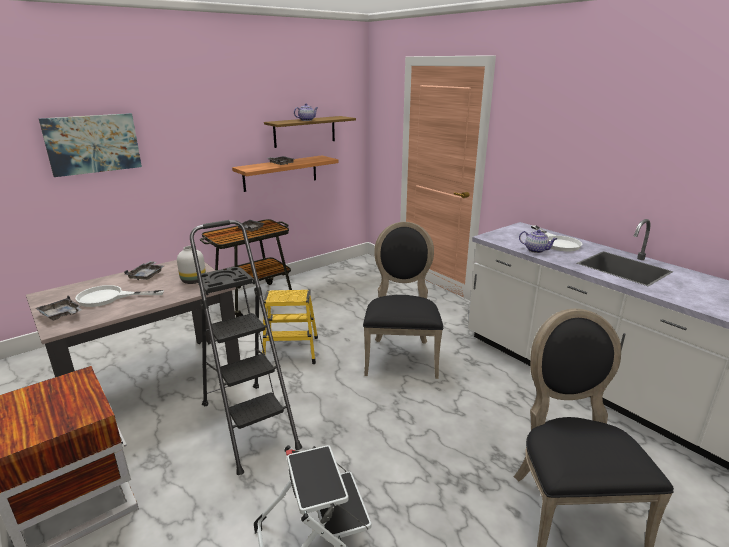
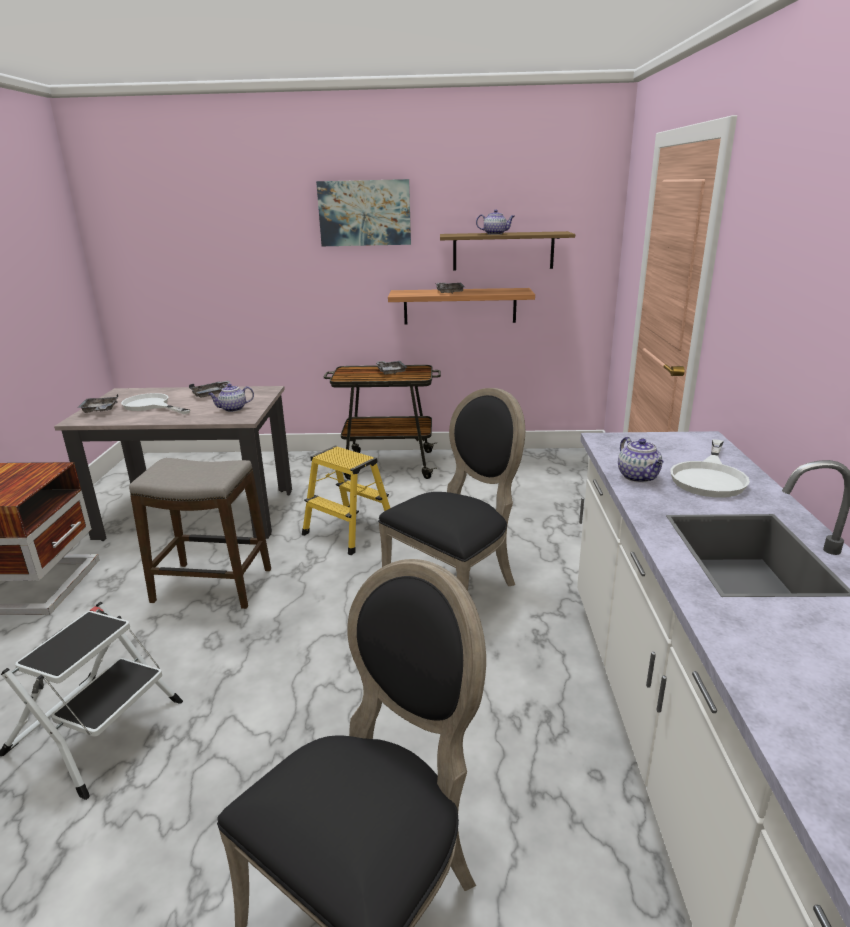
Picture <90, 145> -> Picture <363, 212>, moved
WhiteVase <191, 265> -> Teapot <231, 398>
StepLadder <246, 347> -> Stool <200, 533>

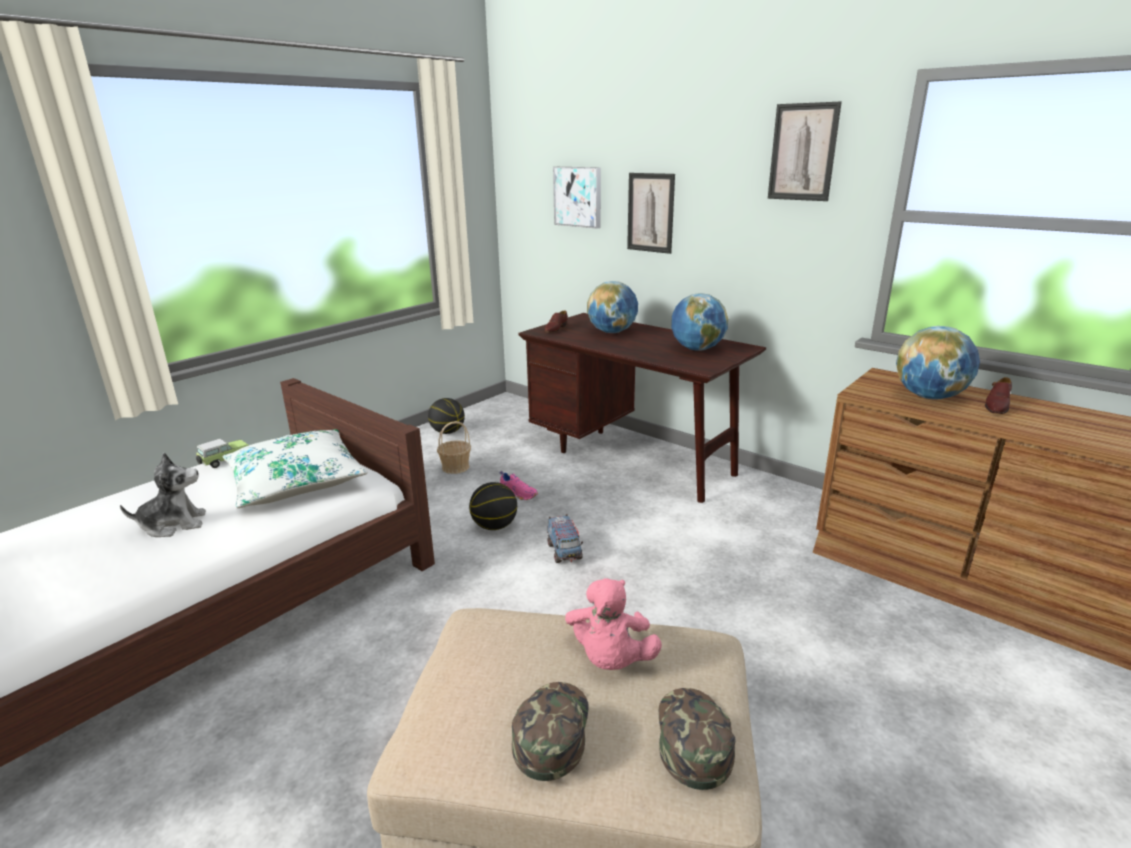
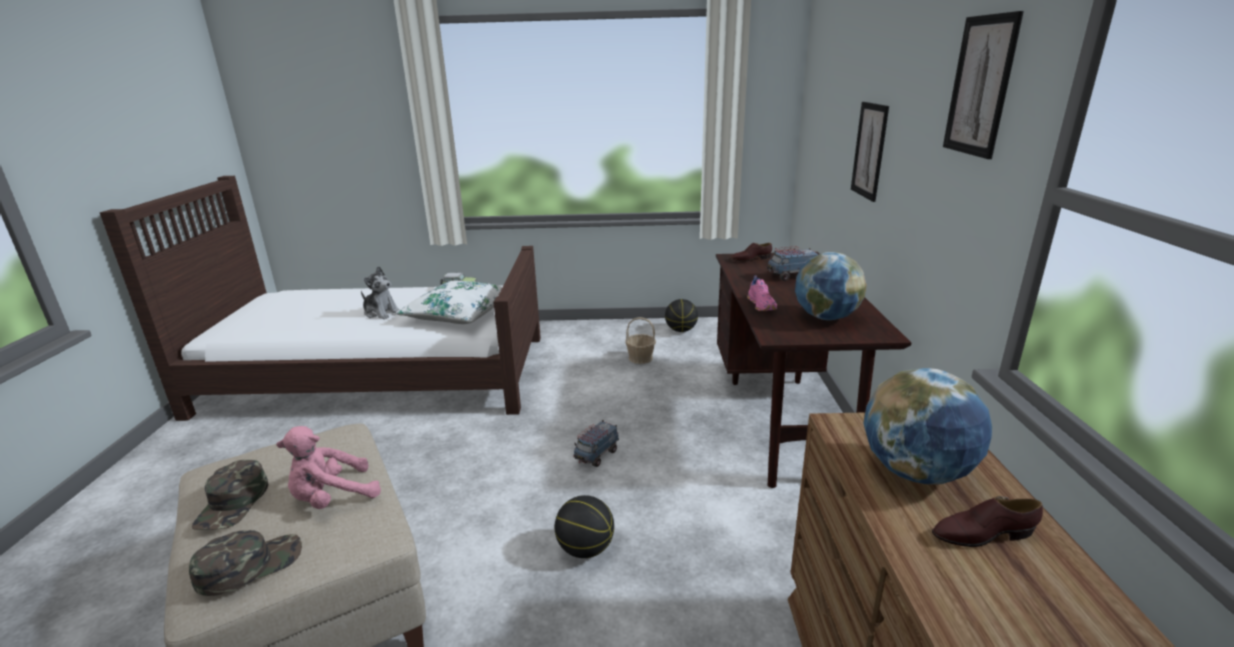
Basketball <493, 506> -> Basketball <584, 526>, moved
PinkShoe <519, 485> -> PinkShoe <762, 293>, moved
GreenCap <550, 731> -> GreenCap <230, 495>, 120 degrees clockwise
Picture <577, 198> -> none
Globe <612, 307> -> ToyTruck <793, 263>

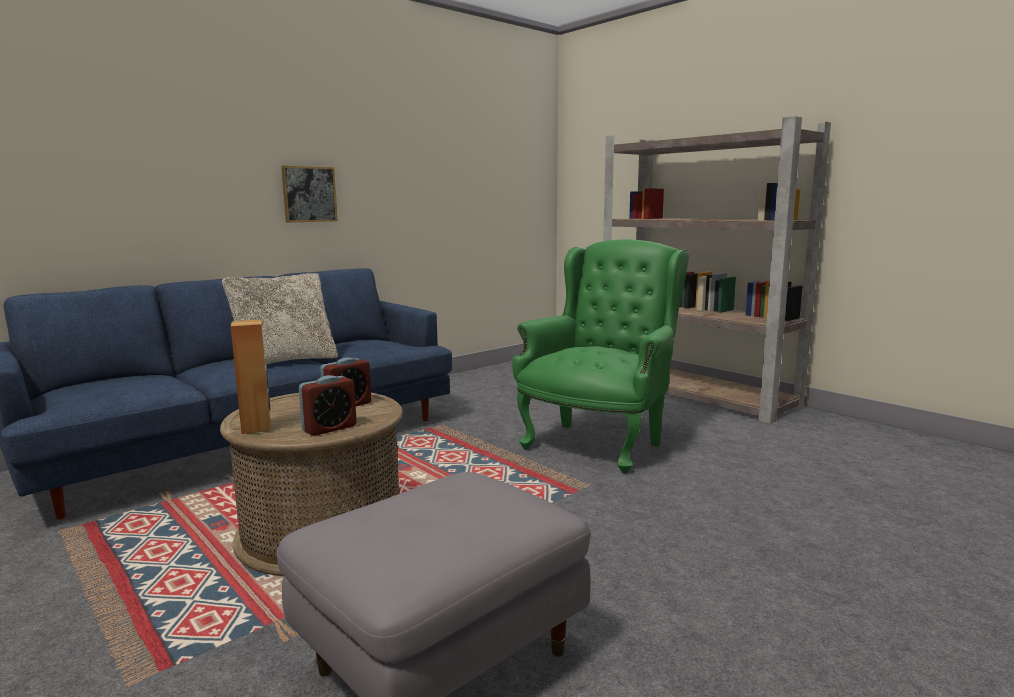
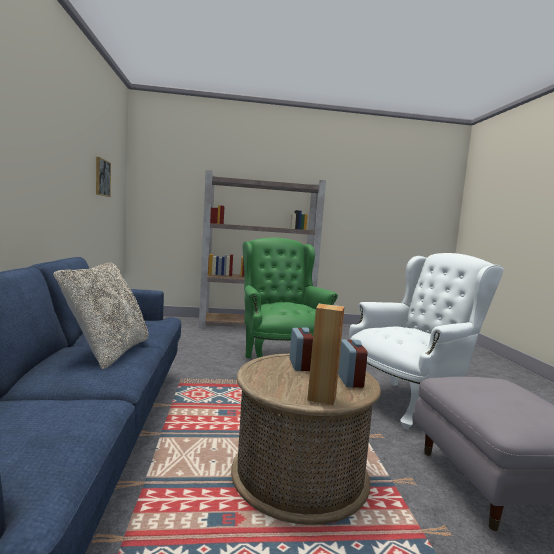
Picture <309, 194> -> Picture <103, 177>, moved
none -> WhiteArmchair <426, 341>

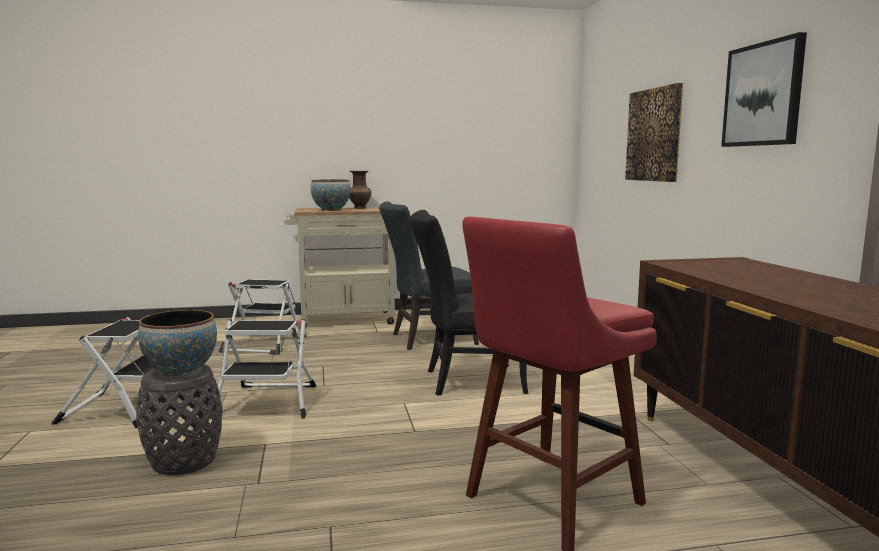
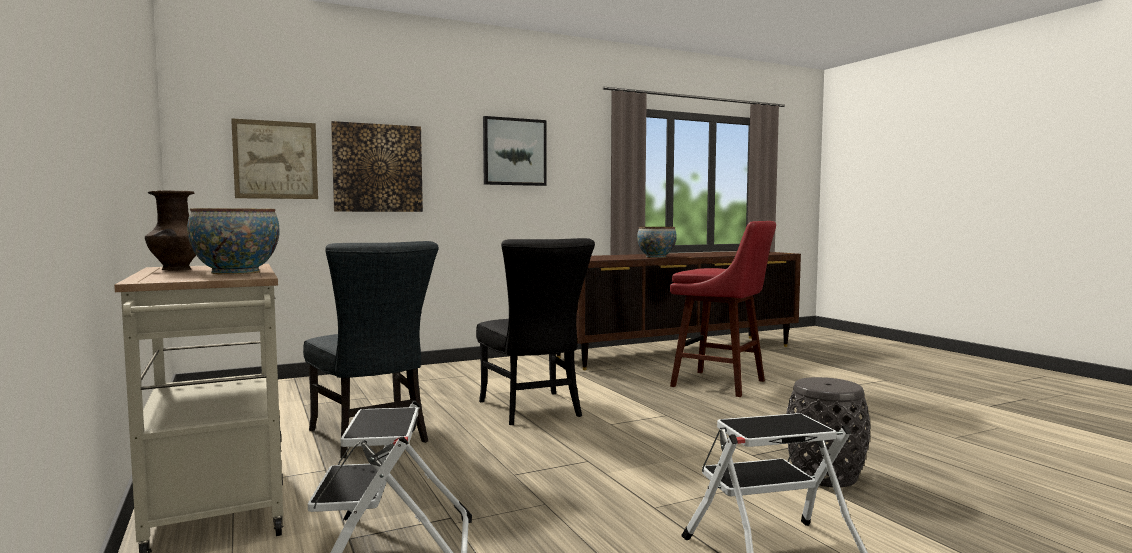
Bowl <177, 344> -> Bowl <657, 242>, moved
StepLadder <266, 368> -> none
none -> Picture <274, 158>

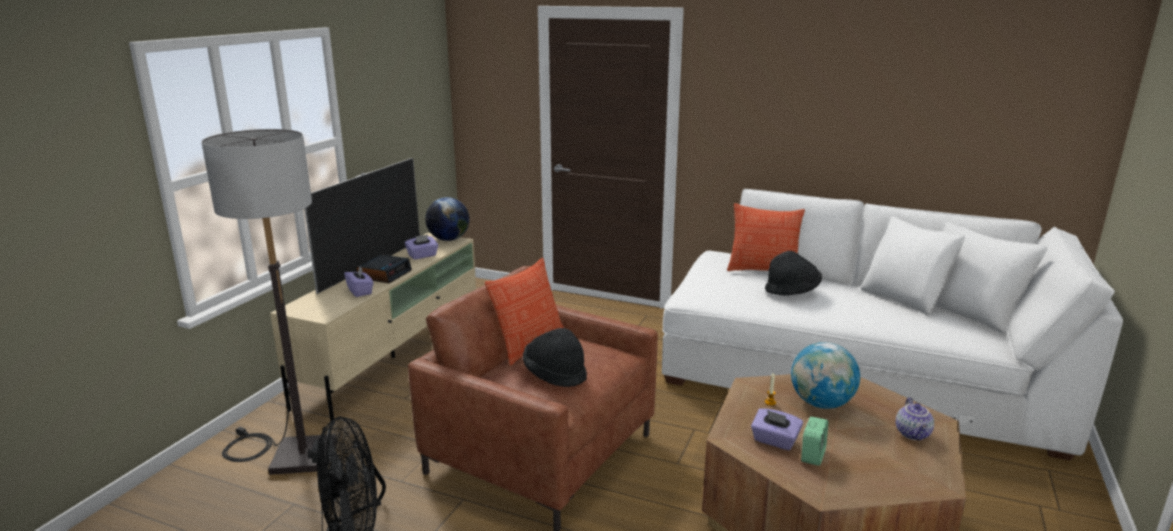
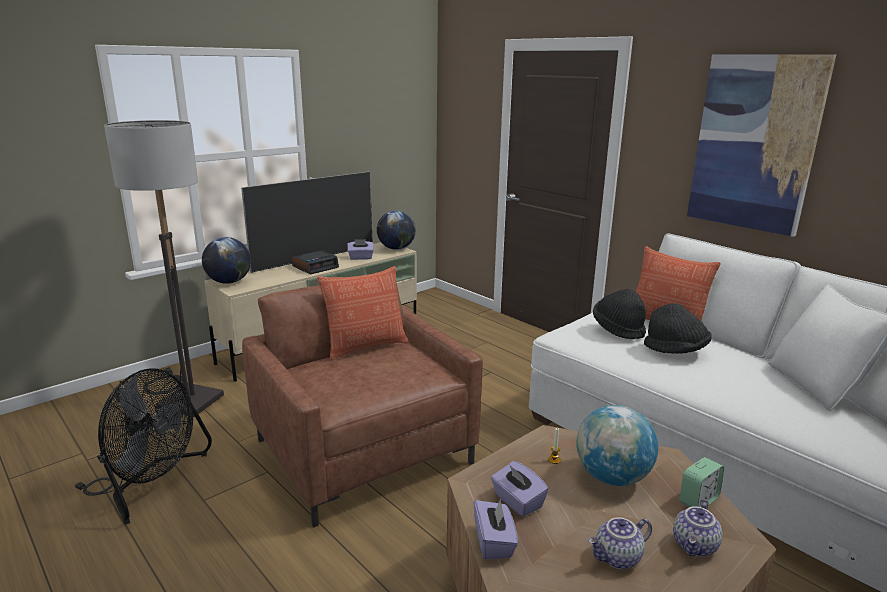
PurpleTissueBox <359, 281> -> PurpleTissueBox <496, 529>, moved
BlackHat <555, 357> -> BlackHat <619, 314>, moved
AlarmClock <815, 441> -> AlarmClock <702, 482>, moved
none -> Globe <226, 260>
none -> Teapot <620, 543>
none -> Picture <761, 145>

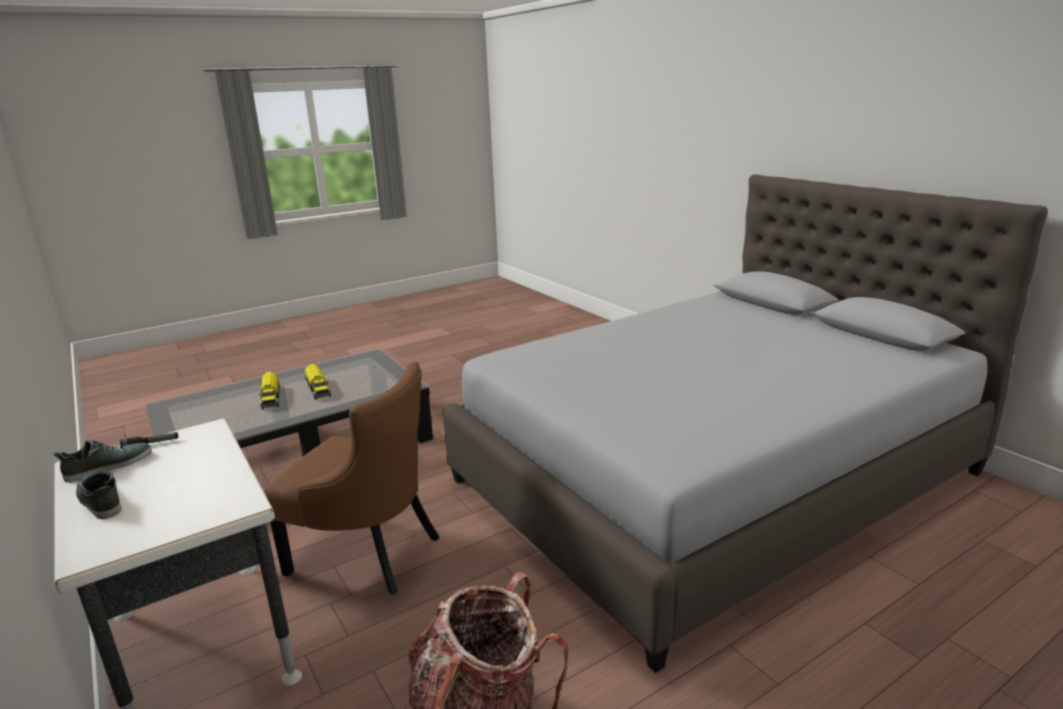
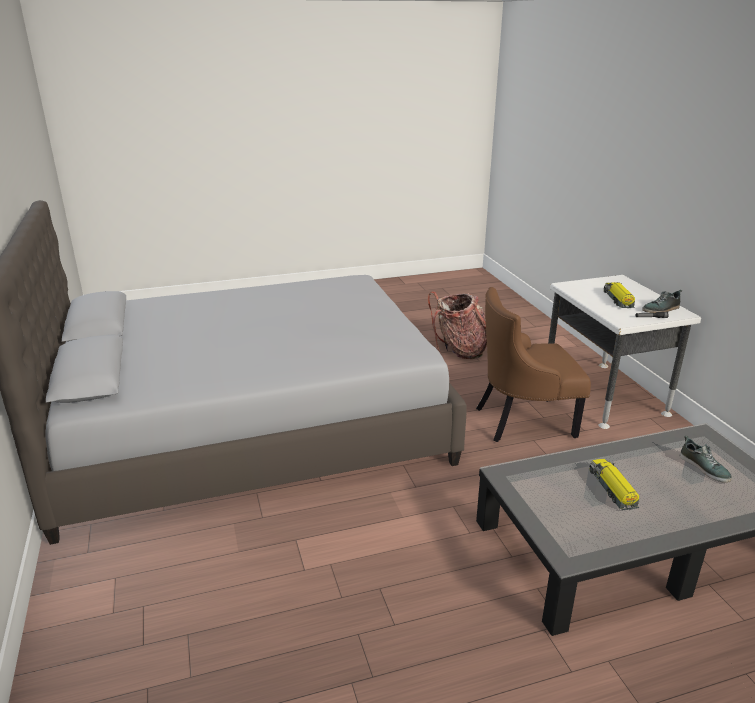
Shoe <99, 495> -> Shoe <706, 459>, moved
ToyTruck <269, 390> -> ToyTruck <619, 295>, moved
BrownChair <351, 478> -> BrownChair <533, 364>, 45 degrees counterclockwise

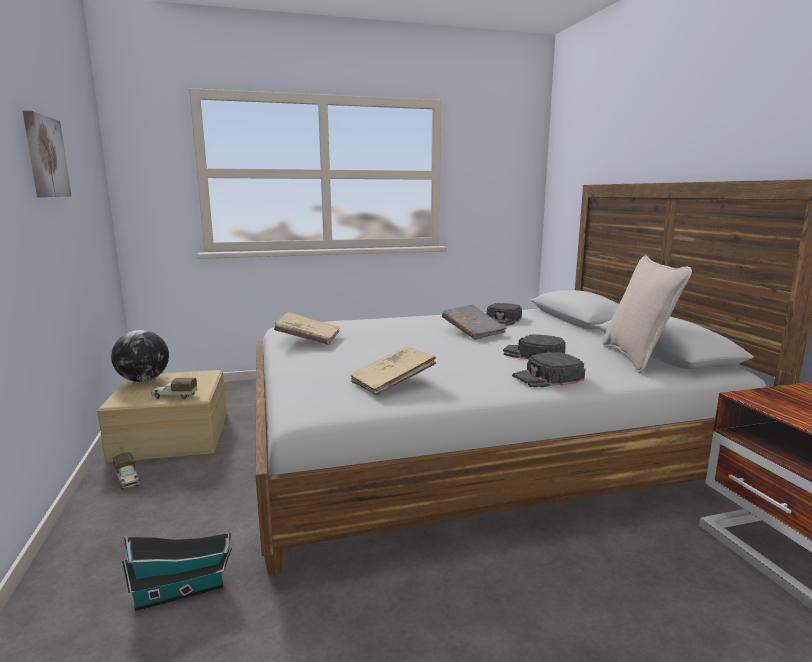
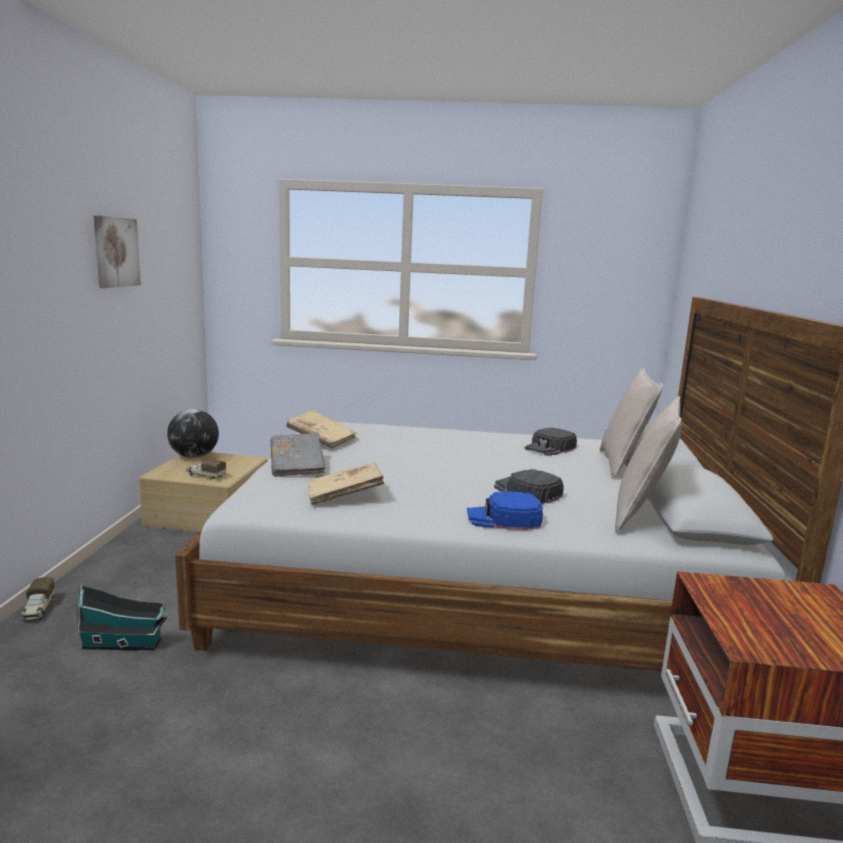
ToyTruck <126, 471> -> ToyTruck <37, 598>, moved
GreyBook <474, 322> -> GreyBook <298, 455>, moved
BlackCap <548, 369> -> BlueCap <505, 510>
none -> BeigePillow <631, 423>

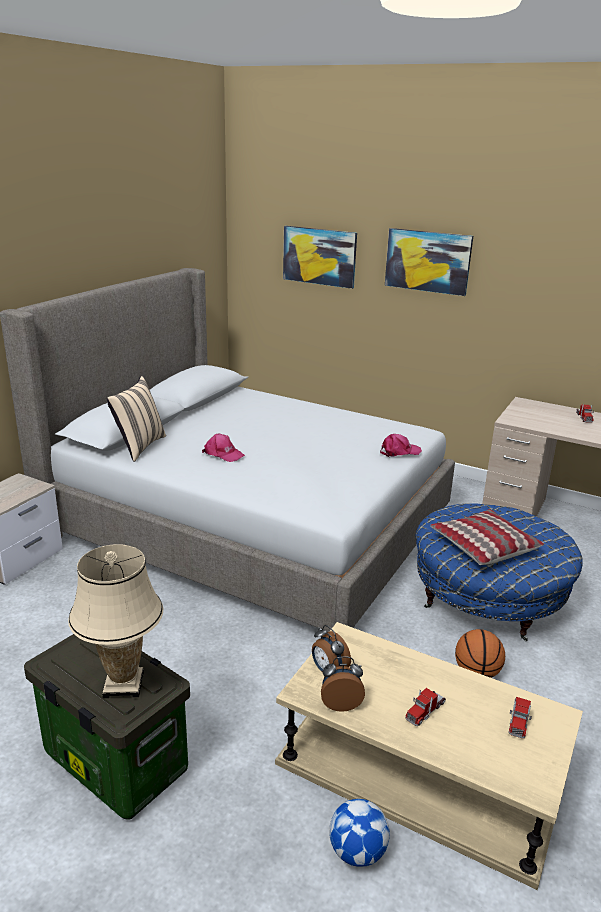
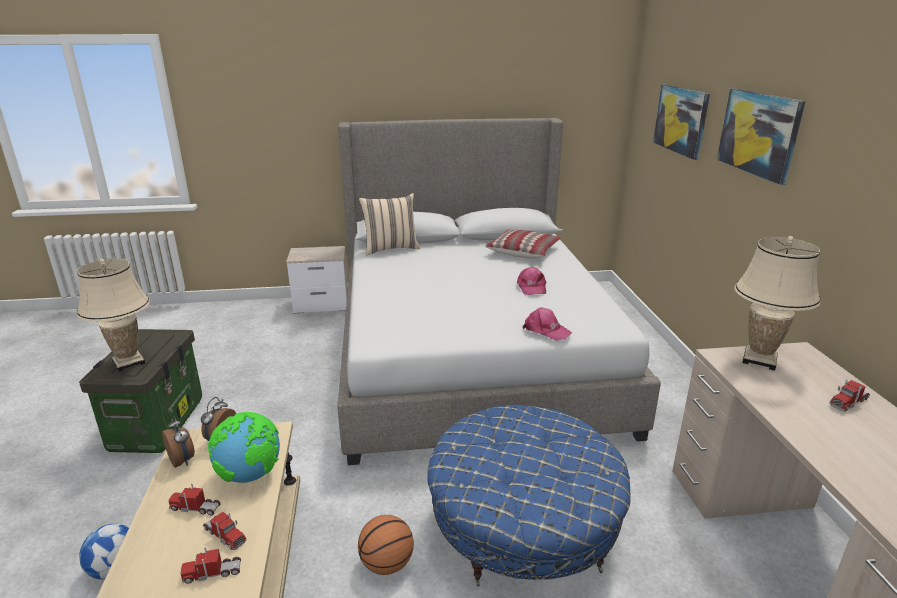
PinkCap <223, 448> -> PinkCap <531, 281>, moved
Pillow <487, 537> -> Pillow <523, 243>, moved
none -> ToyTruck <224, 531>
none -> Globe <244, 447>
none -> BeigeTableLamp <778, 303>

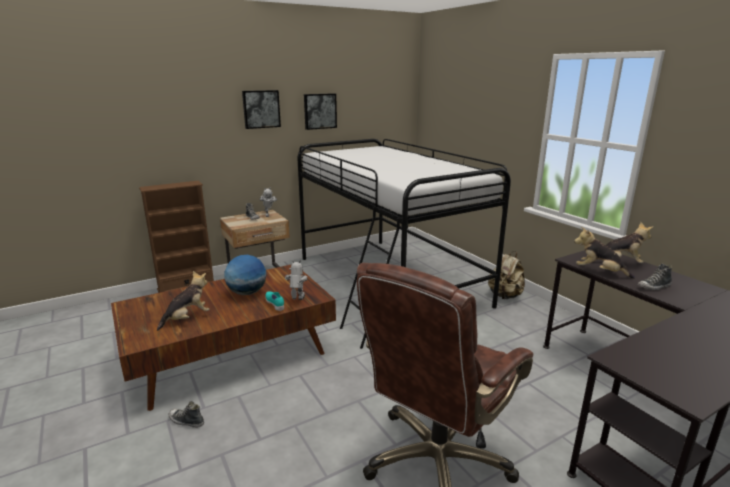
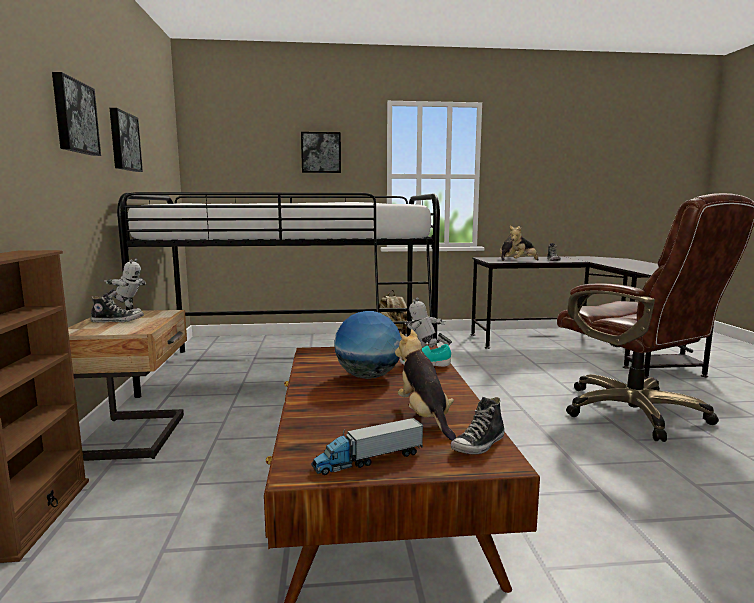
Shoe <186, 414> -> Shoe <478, 425>, moved
none -> Picture <321, 152>
none -> ToyTruck <367, 446>

